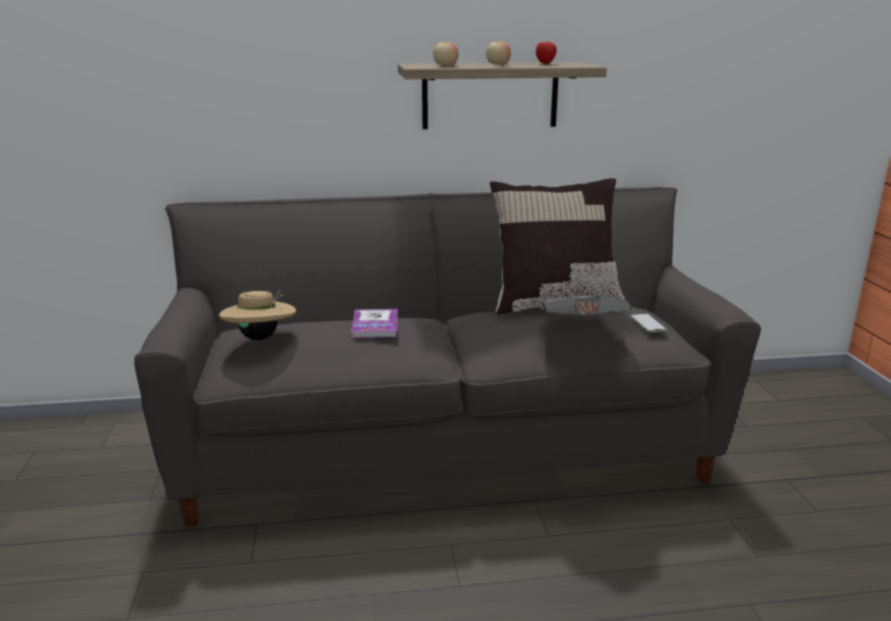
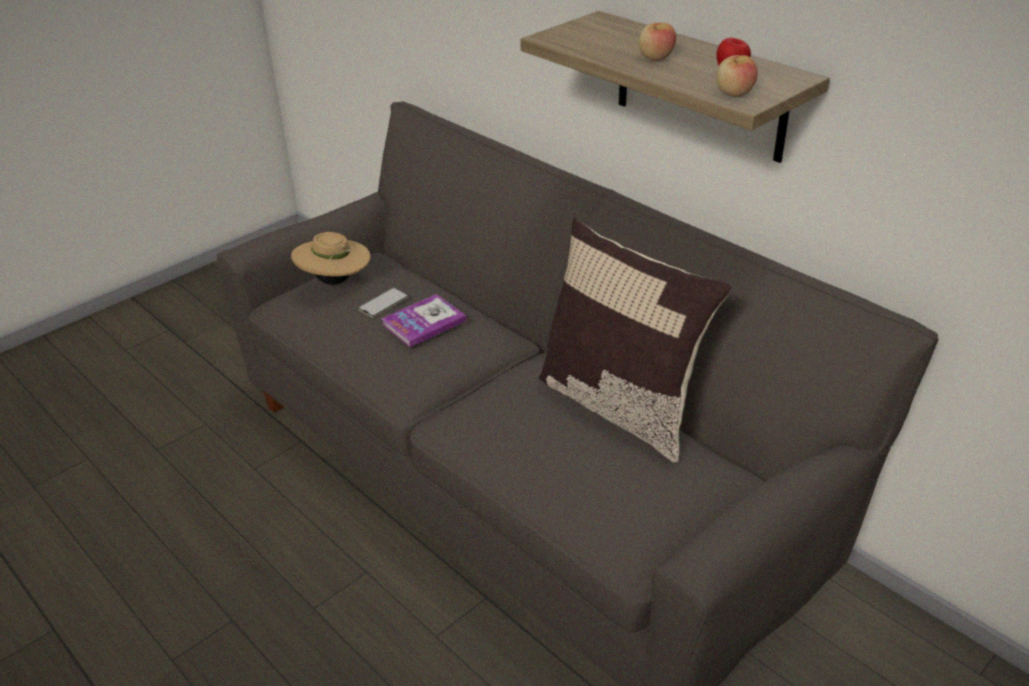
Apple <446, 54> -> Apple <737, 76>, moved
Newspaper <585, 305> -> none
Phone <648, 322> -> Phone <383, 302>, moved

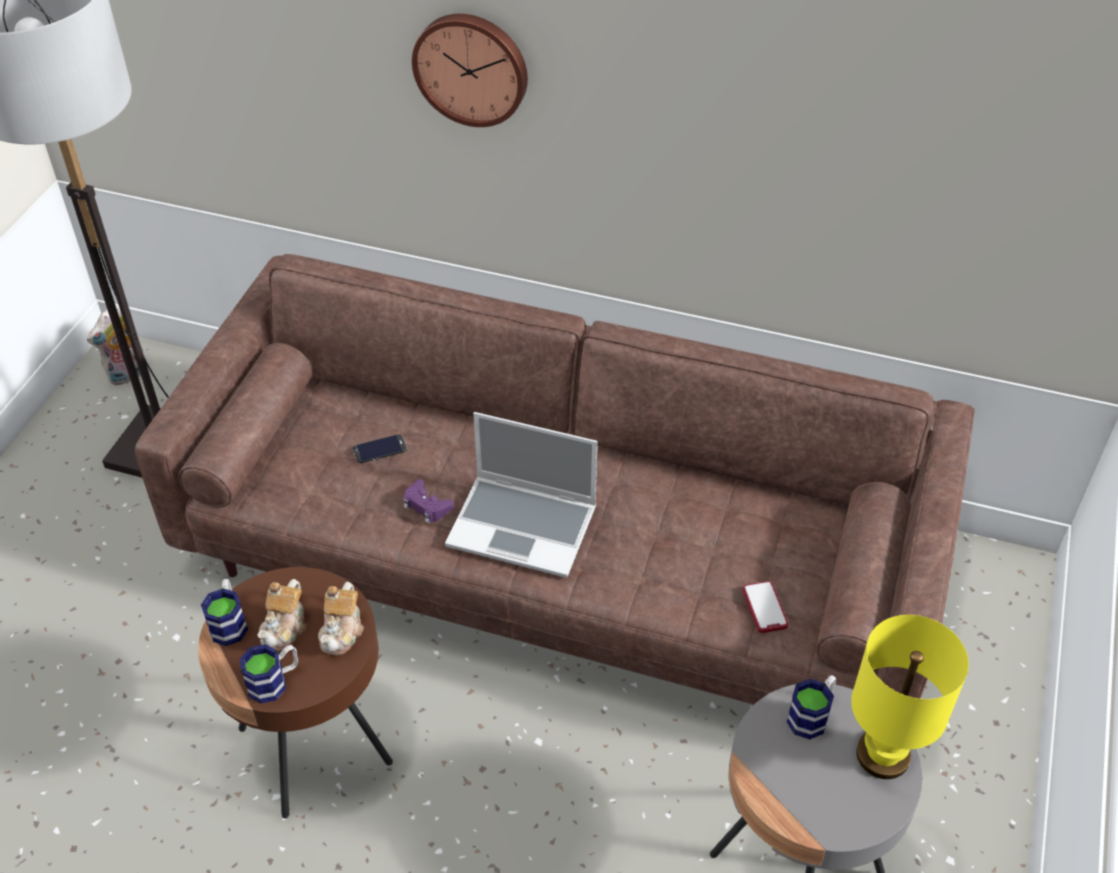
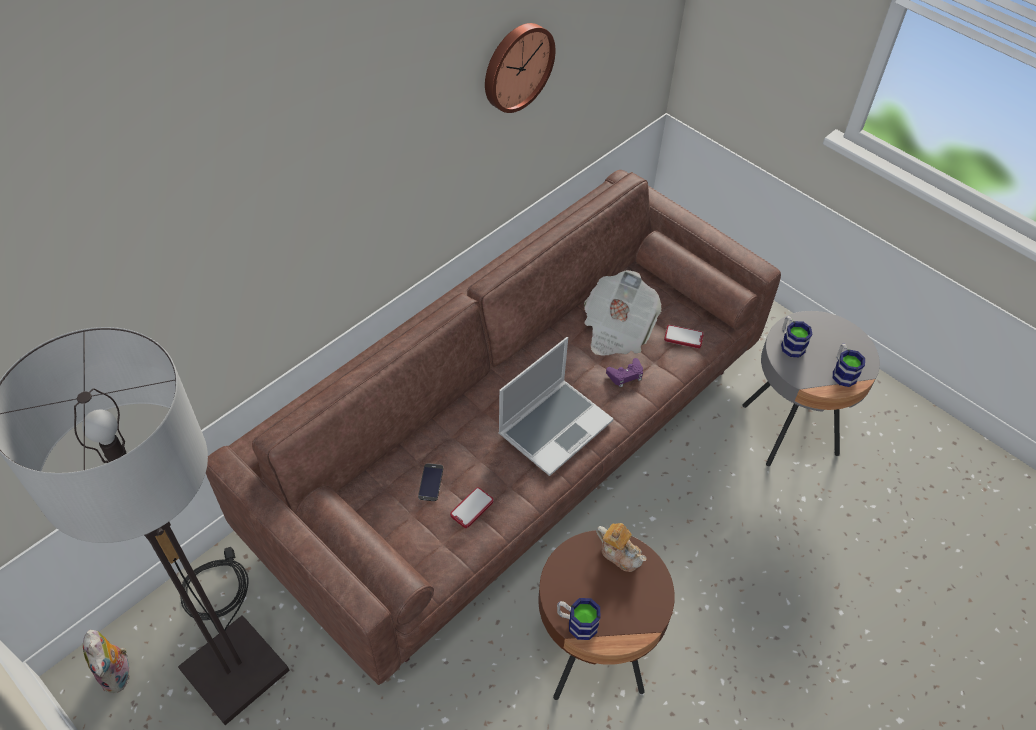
Mug <269, 673> -> Mug <849, 365>, moved
Teapot <282, 615> -> none
PurpleGameController <428, 501> -> PurpleGameController <624, 372>, moved
WallClock <470, 70> -> WallClock <520, 68>, moved
YellowTableLamp <910, 697> -> none
none -> Phone <472, 507>
none -> Newspaper <623, 313>

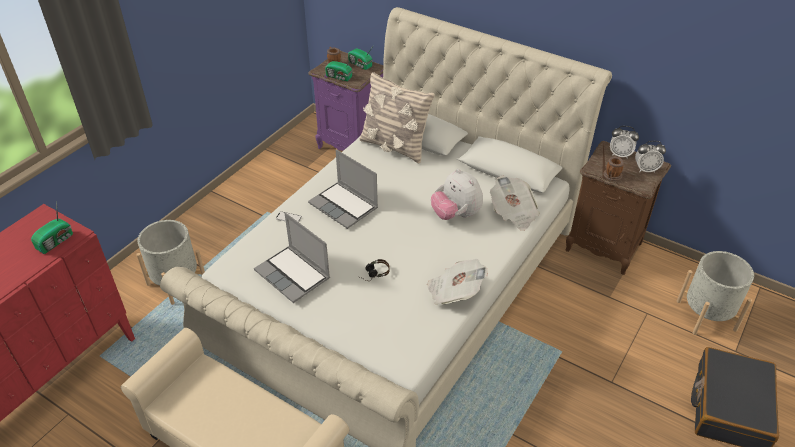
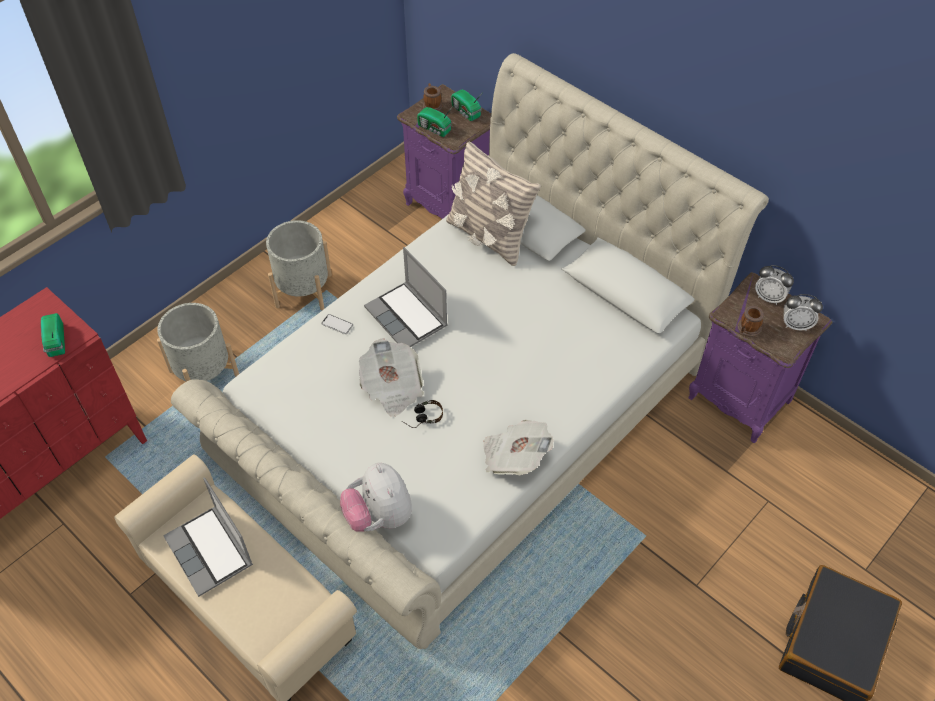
Radio <52, 227> -> Radio <53, 335>, 120 degrees clockwise
Laptop <292, 258> -> Laptop <208, 537>, moved
PlushToy <457, 194> -> PlushToy <376, 497>, moved
Newspaper <515, 203> -> Newspaper <391, 377>, moved
BrownNightstand <618, 208> -> PurpleNightstand <760, 357>
GreyPlanter <715, 293> -> GreyPlanter <299, 265>, moved

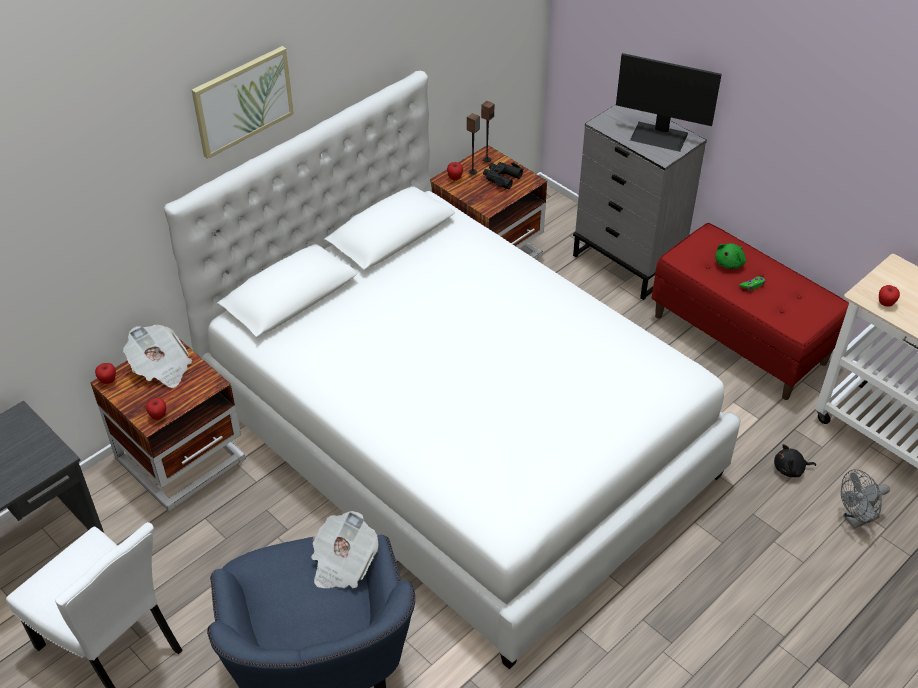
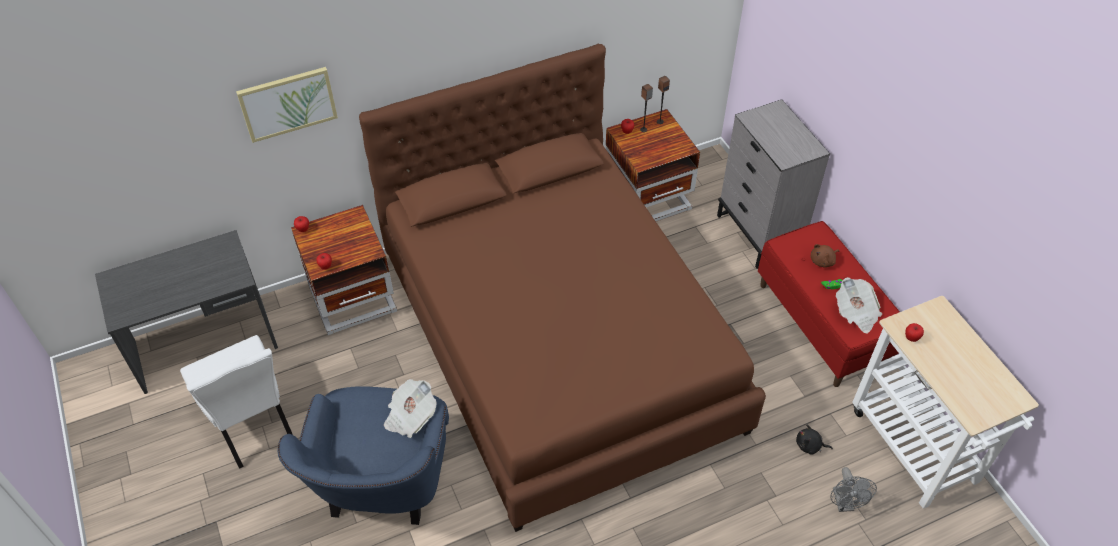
Newspaper <157, 356> -> Newspaper <859, 305>, moved
WhiteBed <452, 370> -> BrownBed <562, 288>
Picture <243, 102> -> Picture <287, 105>, moved
BlackBinoculars <503, 175> -> none
Monitor <669, 102> -> none
GreenPlushToy <730, 256> -> BrownPlushToy <825, 256>
GreyFan <865, 499> -> GreyFan <853, 489>, 90 degrees counterclockwise

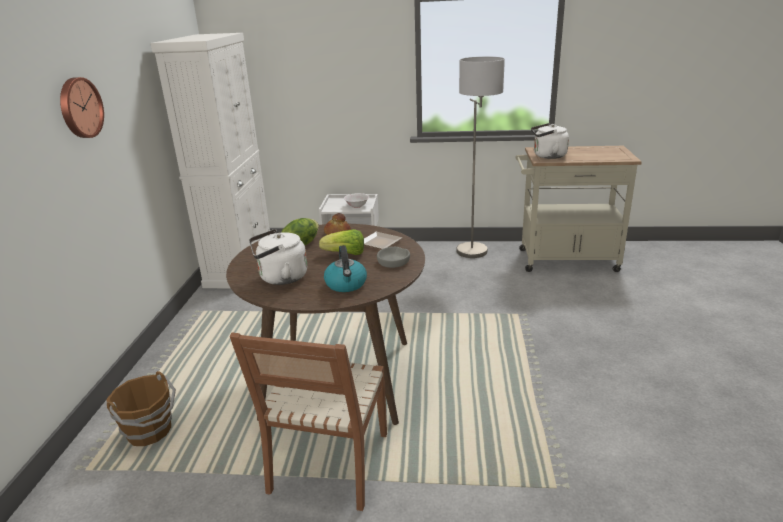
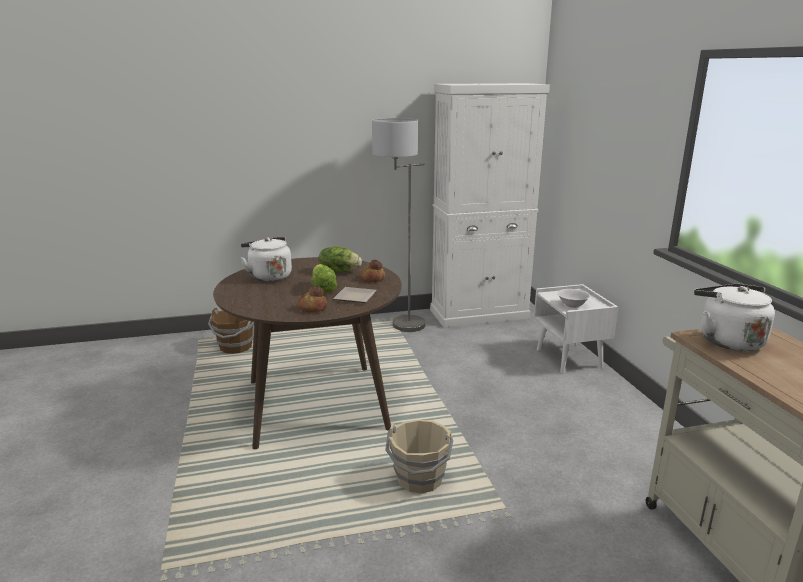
WallClock <82, 107> -> none
Chair <308, 422> -> none
Kettle <345, 268> -> none
GreyBowl <393, 257> -> Bread <312, 299>
GreyFloorLamp <481, 157> -> GreyFloorLamp <398, 225>, moved
none -> BeigeBucket <419, 457>

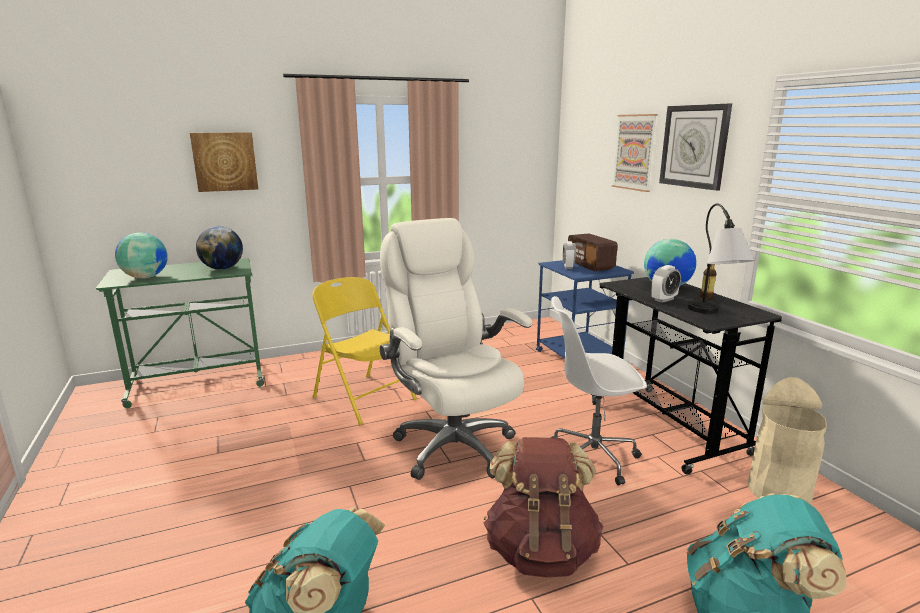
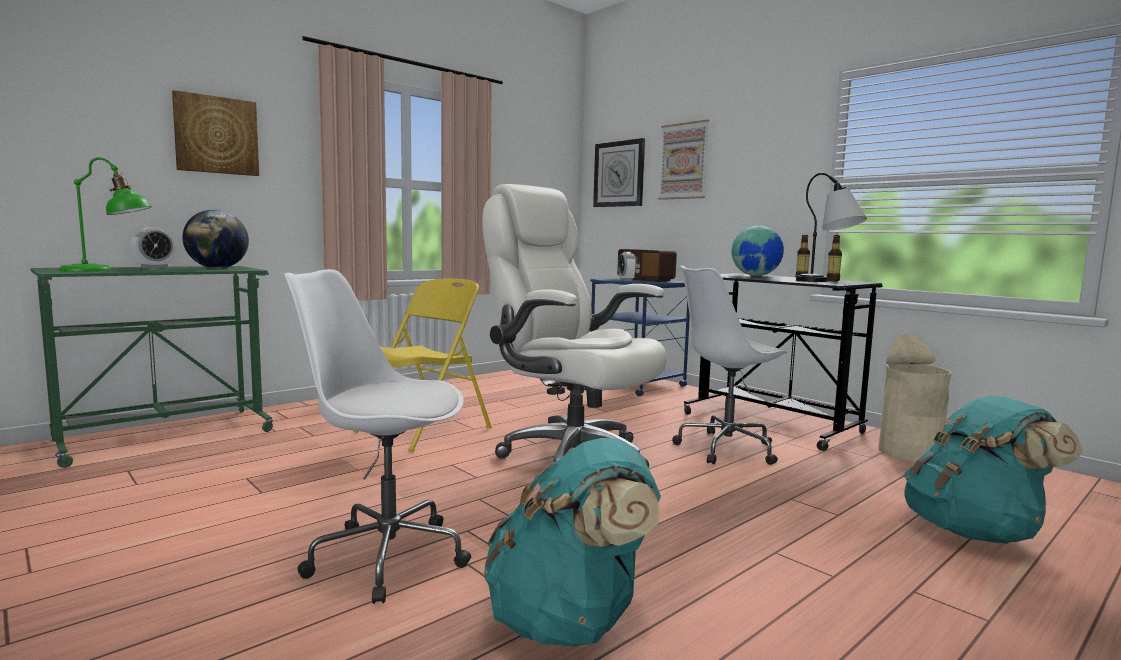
Globe <141, 255> -> GreenTableLamp <105, 214>
YellowChair <364, 351> -> YellowChair <423, 366>, 105 degrees clockwise
BrownBackpack <543, 507> -> none
AlarmClock <666, 284> -> AlarmClock <153, 247>, moved
WallClock <695, 147> -> WallClock <619, 172>, moved
none -> WhiteOfficeChair <377, 436>
none -> Bottle <834, 258>

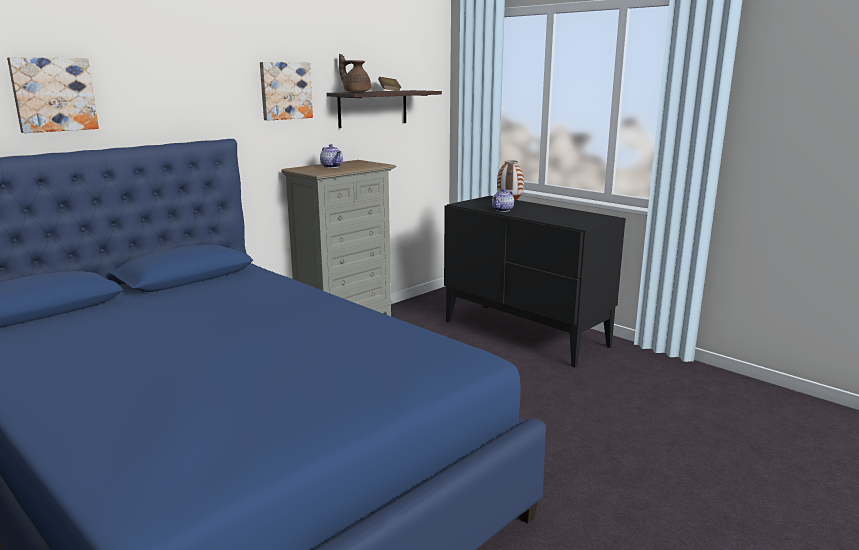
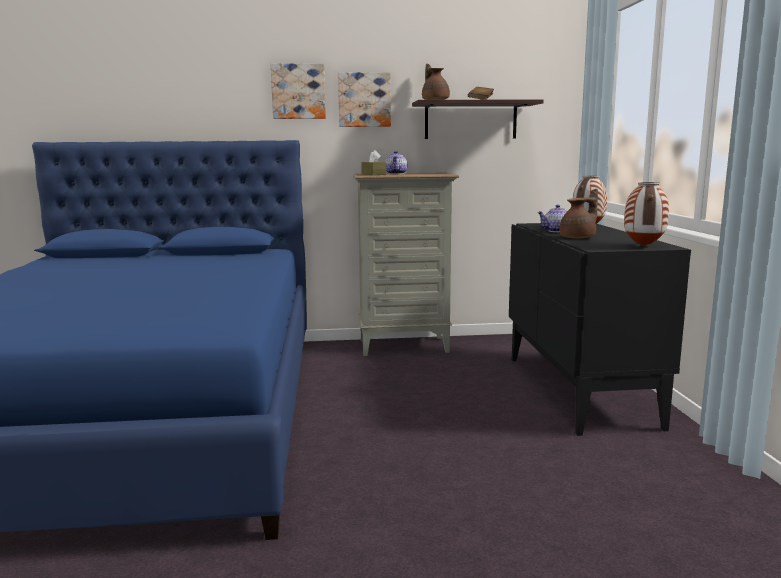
Picture <53, 95> -> Picture <298, 91>, moved
none -> BrownTissueBox <373, 162>
none -> BrownTeapot <579, 214>
none -> Vase <646, 214>

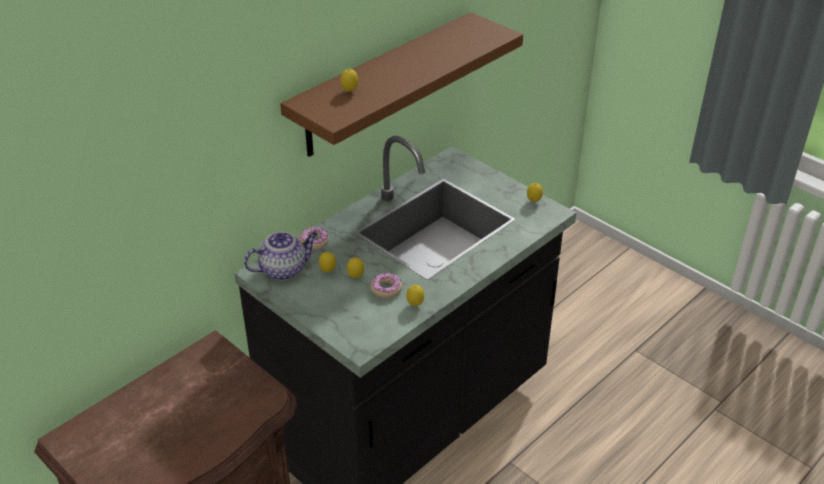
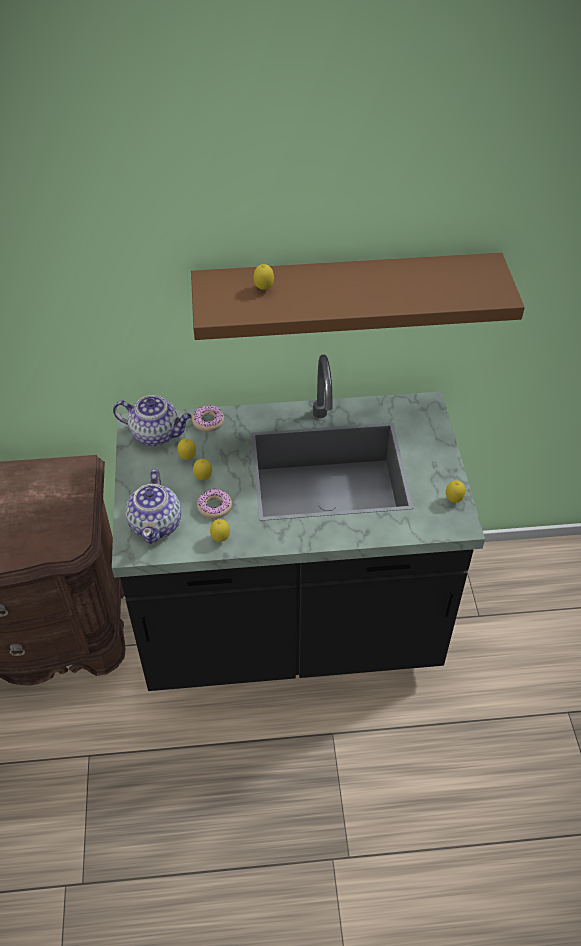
none -> Teapot <153, 506>

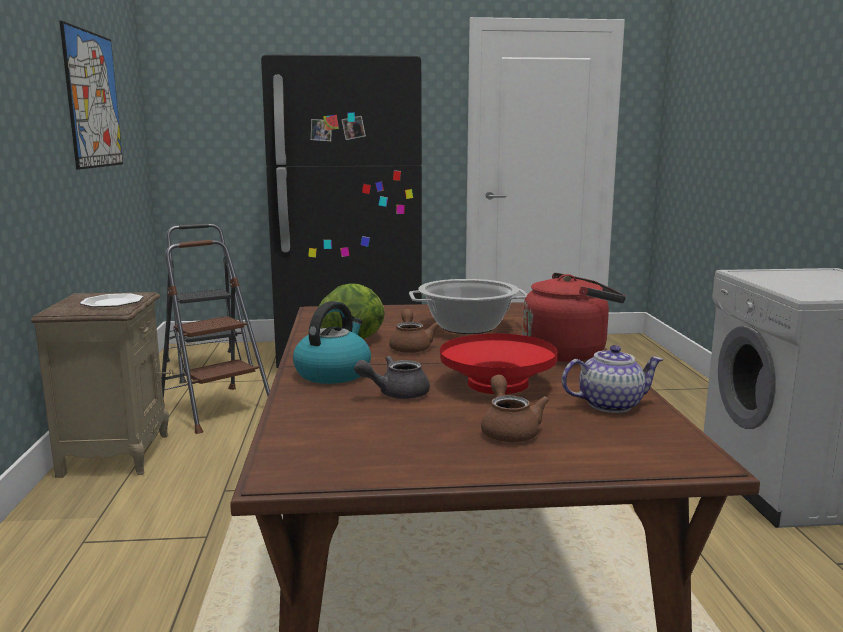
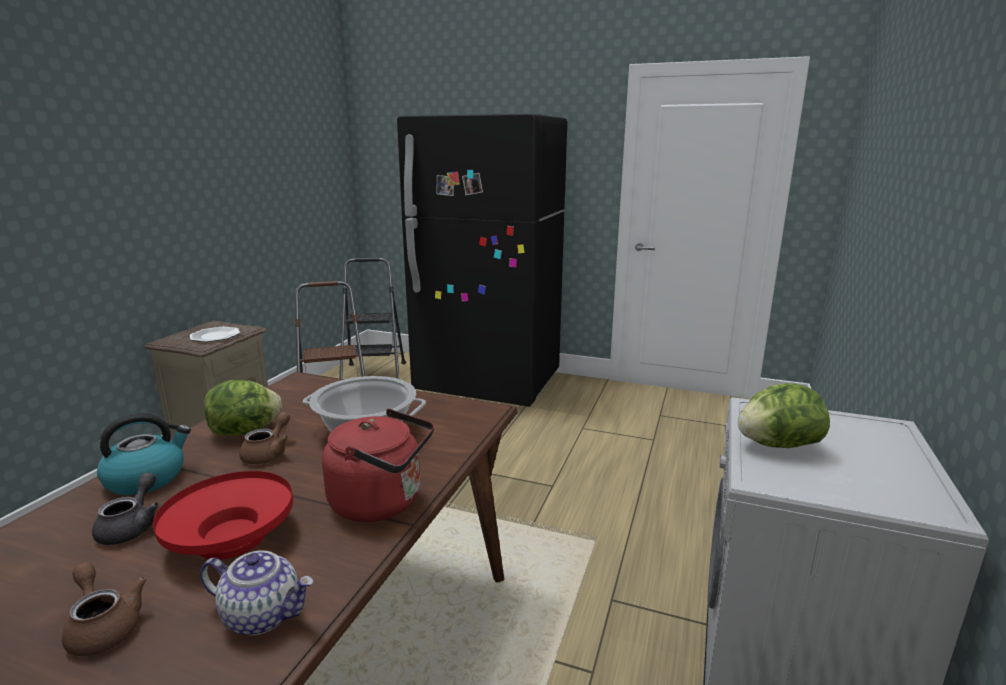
Picture <91, 95> -> none
GreyTeapot <392, 377> -> GreyTeapot <125, 509>, 90 degrees clockwise
BrownTeapot <515, 408> -> BrownTeapot <104, 609>, 60 degrees counterclockwise
none -> Lettuce <784, 415>

